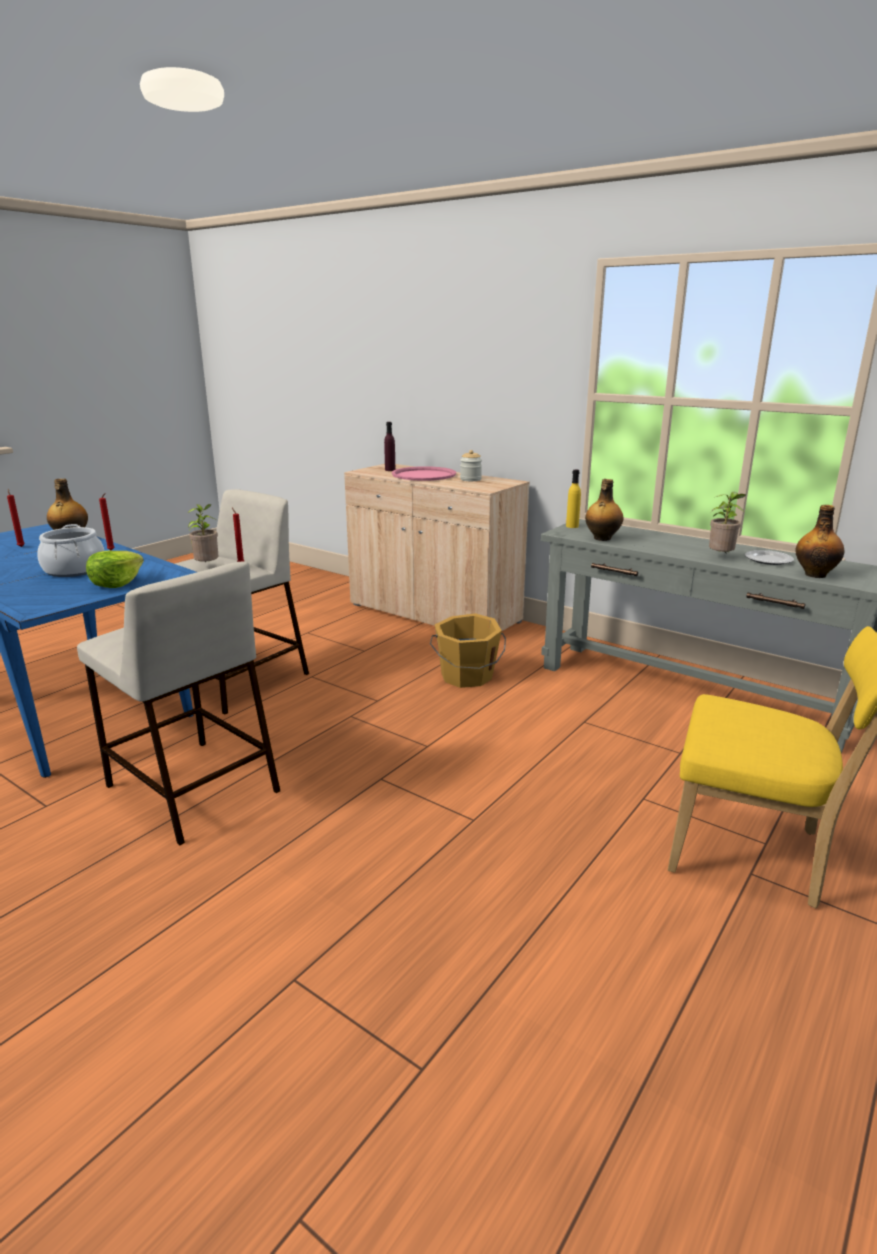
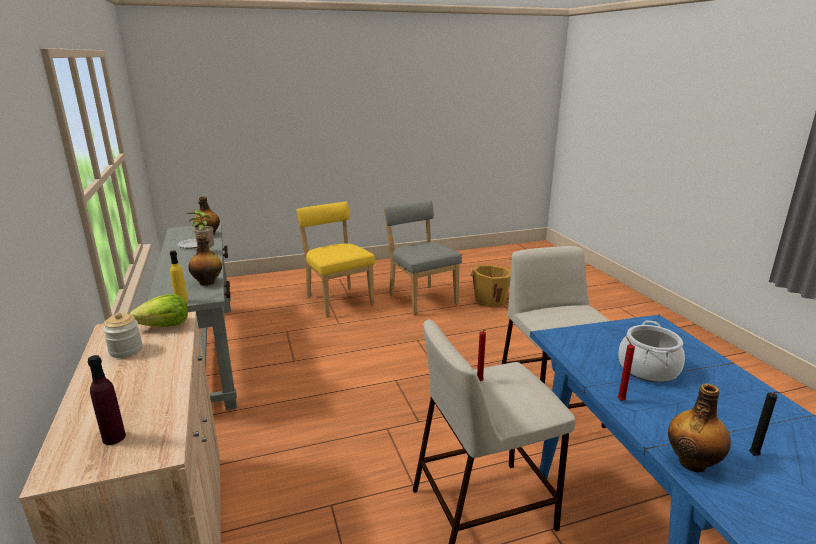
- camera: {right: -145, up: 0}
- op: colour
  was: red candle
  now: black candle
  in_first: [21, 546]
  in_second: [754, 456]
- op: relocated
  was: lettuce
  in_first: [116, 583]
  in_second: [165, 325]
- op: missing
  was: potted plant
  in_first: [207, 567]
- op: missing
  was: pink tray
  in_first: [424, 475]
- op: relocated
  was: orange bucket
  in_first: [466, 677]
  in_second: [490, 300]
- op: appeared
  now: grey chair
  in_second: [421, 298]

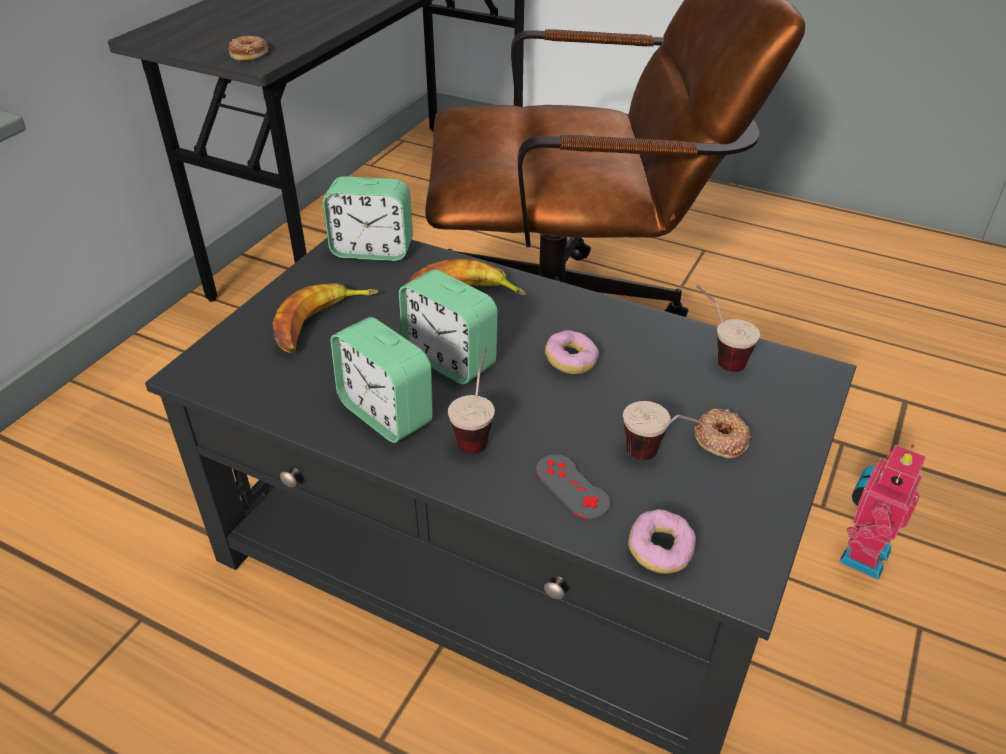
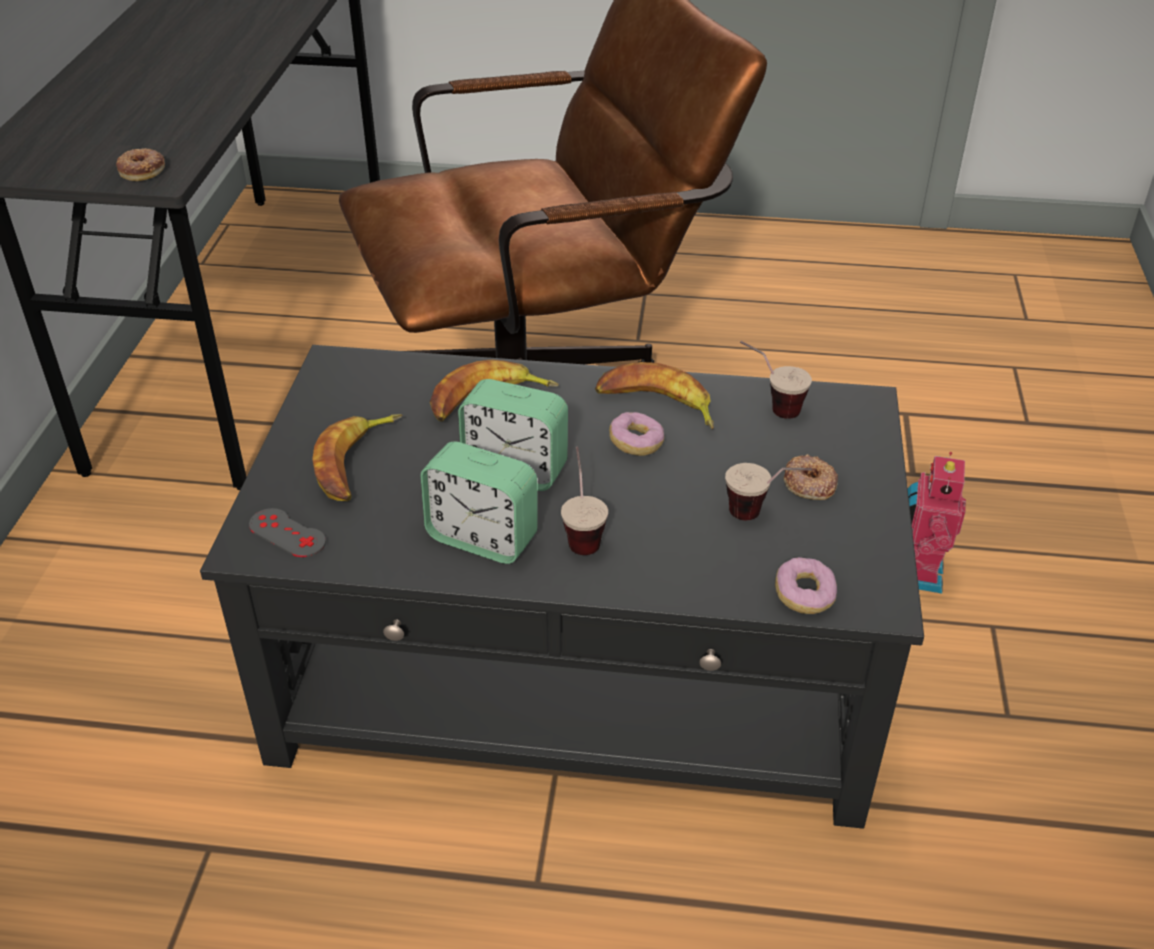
- camera: {right: -20, up: 0}
- op: missing
  was: alarm clock
  in_first: [372, 250]
- op: relocated
  was: grey game controller
  in_first: [572, 486]
  in_second: [287, 533]
- op: appeared
  now: banana
  in_second: [656, 405]

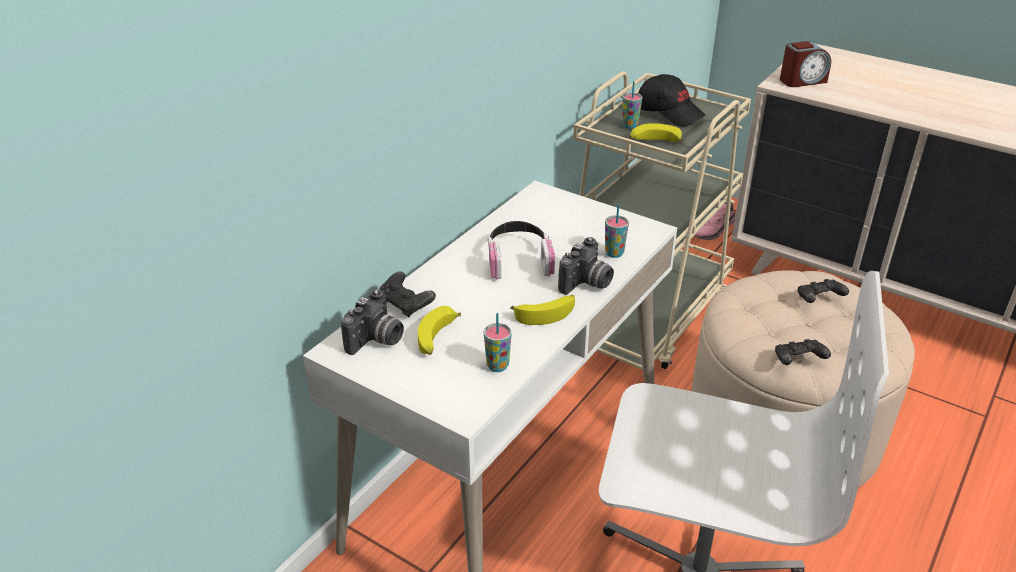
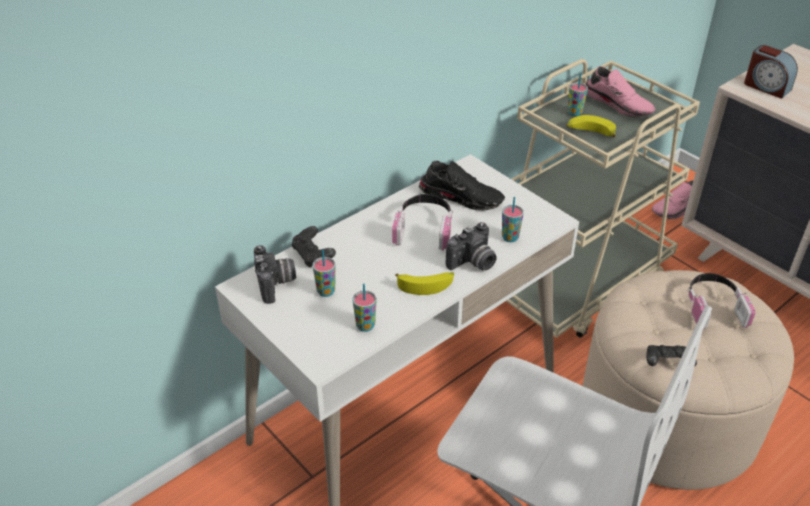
- camera: {right: 15, up: 5}
- op: spun
  was: photo camera
  in_first: [376, 341]
  in_second: [276, 284]
  clockwise: -60
- op: exchanged
  was: banana
  now: cup
  in_first: [437, 339]
  in_second: [326, 291]
- op: exchanged
  was: black cap
  now: pink shoe
  in_first: [669, 112]
  in_second: [618, 104]
- op: spun
  was: alarm clock
  in_first: [802, 81]
  in_second: [766, 87]
  clockwise: 45
- op: exchanged
  was: black game controller
  now: headphones
  in_first: [818, 300]
  in_second: [713, 307]
- op: appeared
  now: black shoe
  in_second: [461, 196]

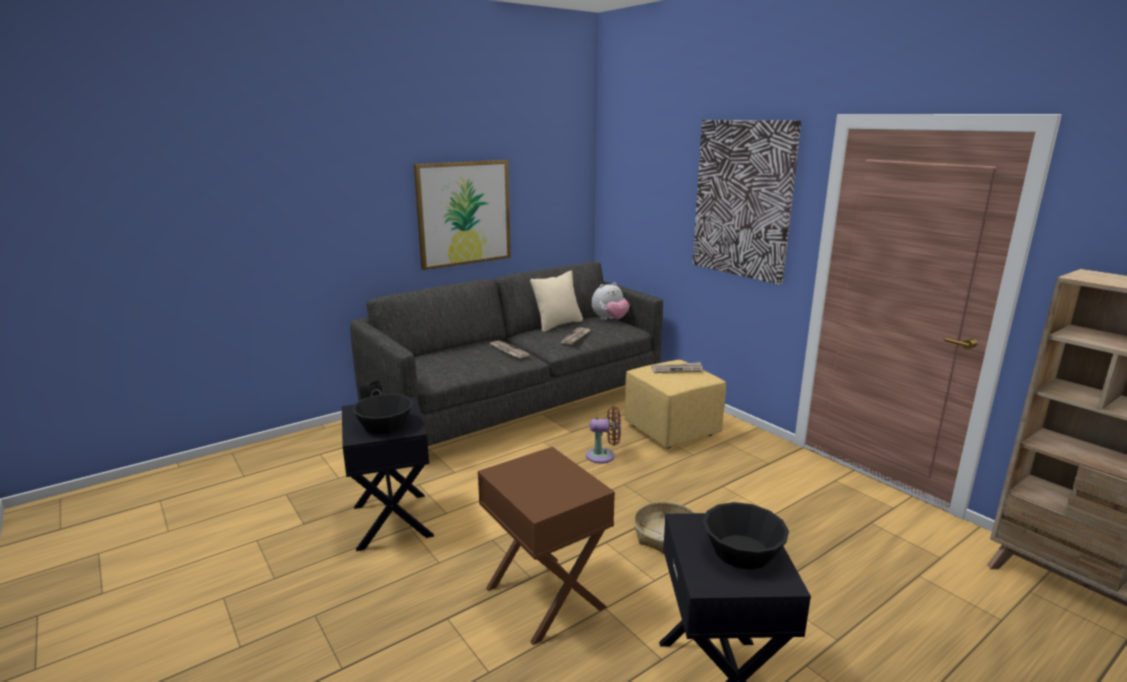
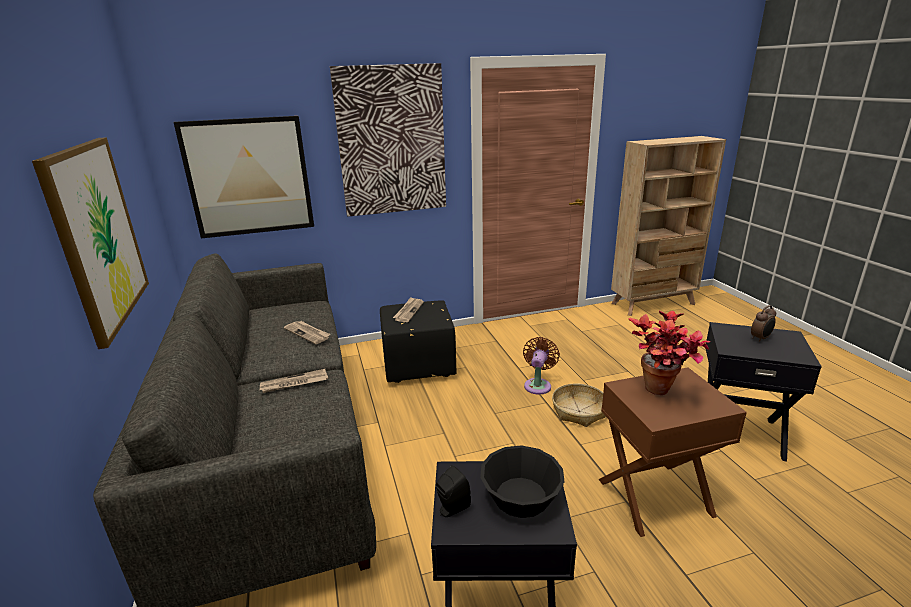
- camera: {right: -70, up: 5}
- op: missing
  was: beige pillow
  in_first: [557, 324]
- op: relocated
  was: brown fan
  in_first: [603, 456]
  in_second: [538, 385]
- op: missing
  was: plush toy
  in_first: [610, 319]
- op: colour
  was: yellow ottoman
  now: black ottoman
  in_first: [670, 430]
  in_second: [418, 366]
- op: exchanged
  was: black bowl
  now: alarm clock
  in_first: [742, 551]
  in_second: [760, 338]
- op: appeared
  now: picture
  in_second: [249, 177]
- op: appeared
  now: potted plant
  in_second: [662, 394]

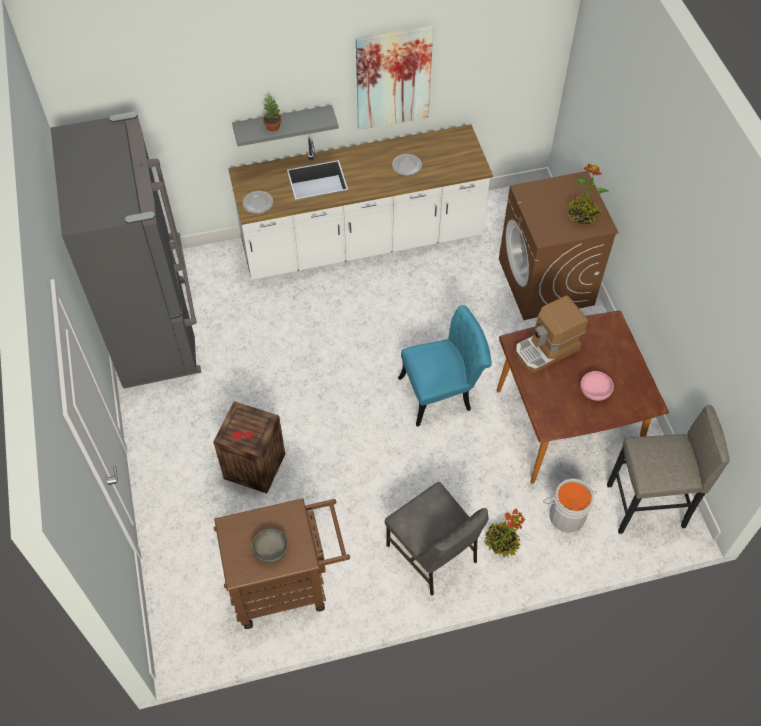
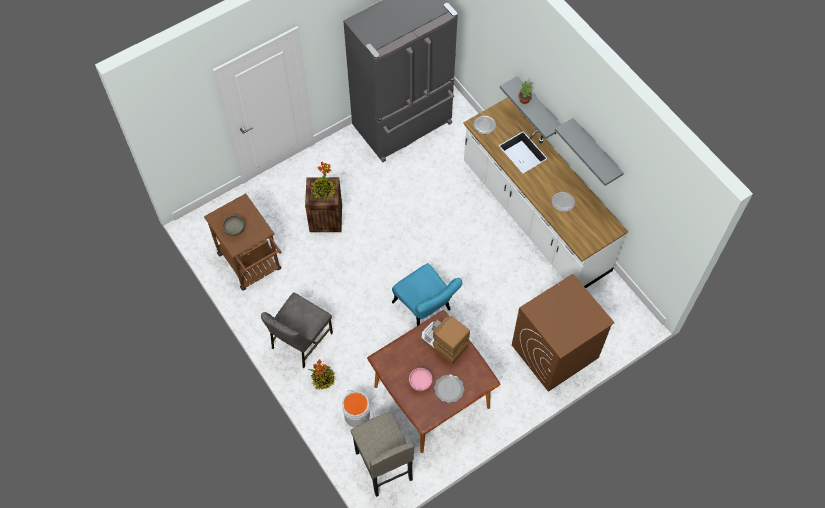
- camera: {right: 70, up: 5}
- op: exchanged
  was: picture
  now: grey shelf
  in_first: [393, 78]
  in_second: [596, 151]
- op: relocated
  was: potted plant
  in_first: [582, 214]
  in_second: [323, 191]
- op: appeared
  now: plate
  in_second: [449, 389]

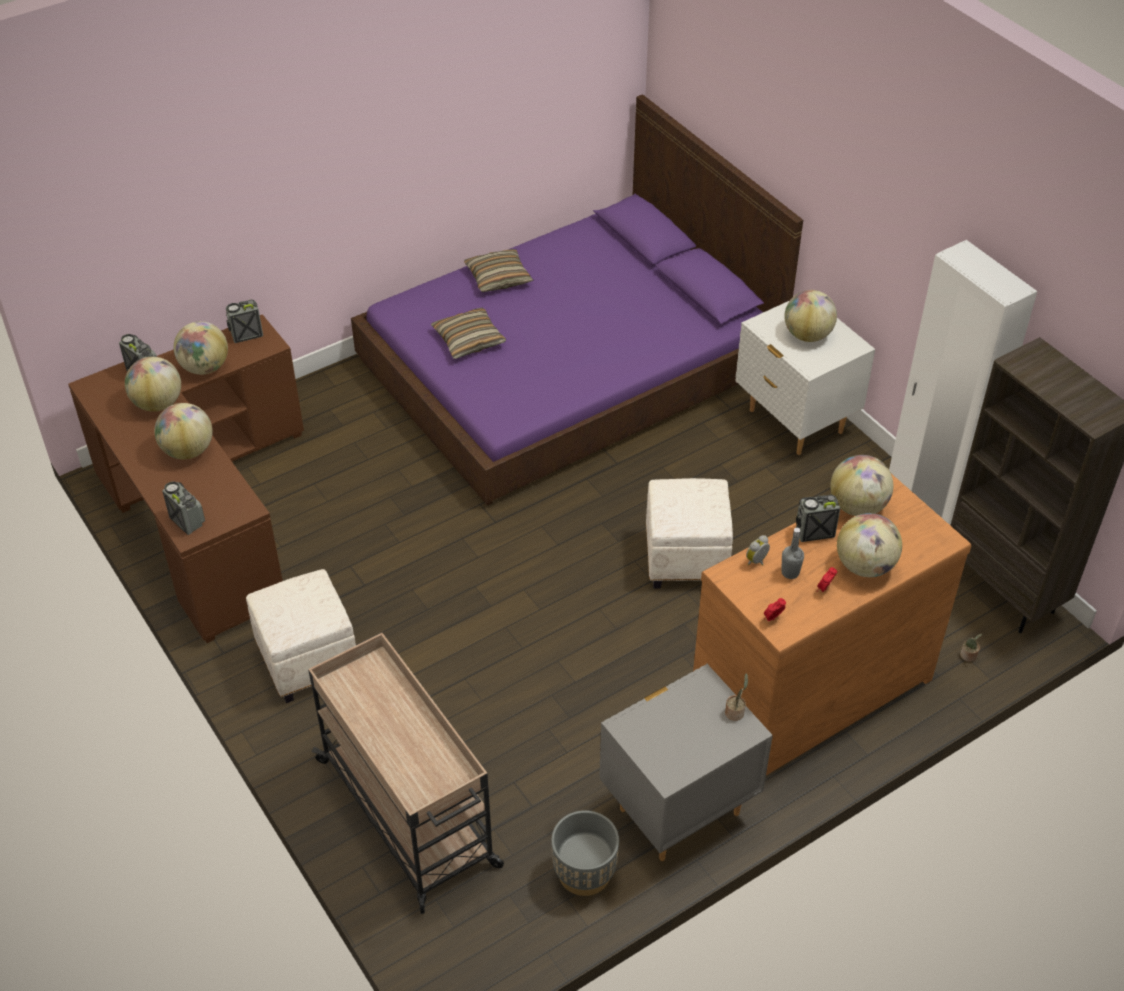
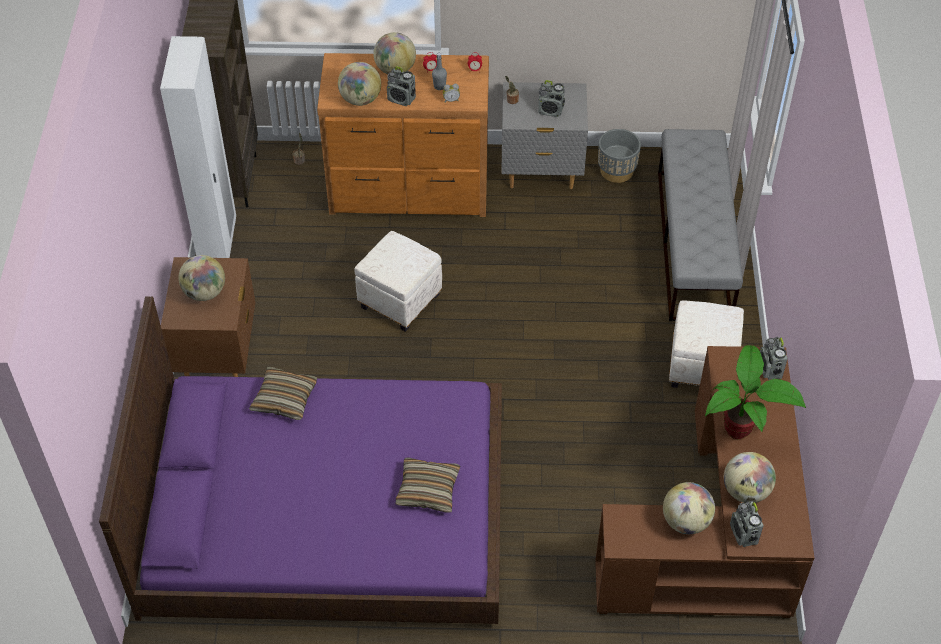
- camera: {right: -145, up: 5}
- op: exchanged
  was: globe
  now: potted plant
  in_first: [188, 451]
  in_second: [741, 430]
- op: relocated
  was: radio
  in_first: [246, 334]
  in_second: [550, 111]
- op: exchanged
  was: beige cart
  now: grey bench
  in_first: [409, 814]
  in_second: [693, 245]
- op: relocated
  was: pillow
  in_first: [498, 278]
  in_second: [284, 399]
- op: colour
  was: white nightstand
  now: brown nightstand
  in_first: [794, 422]
  in_second: [218, 357]

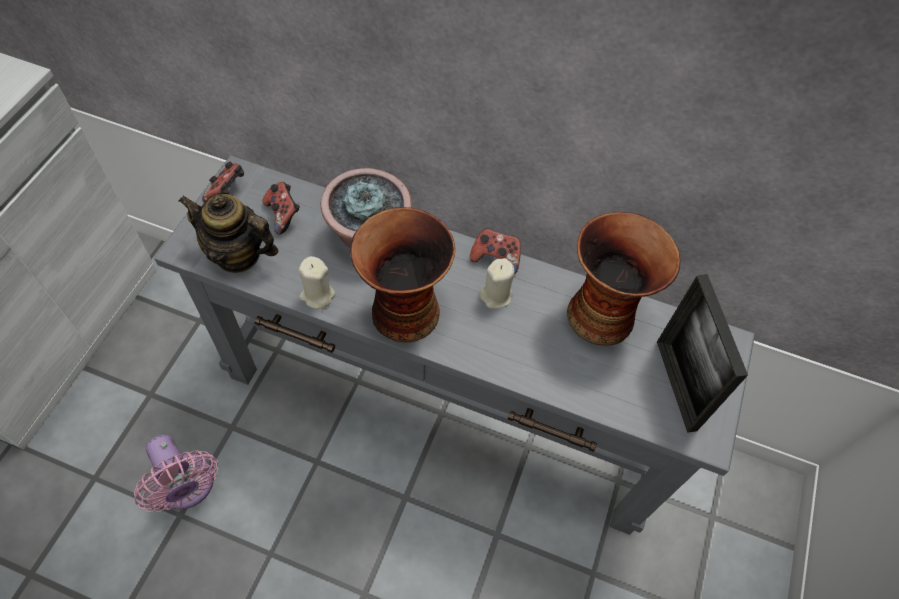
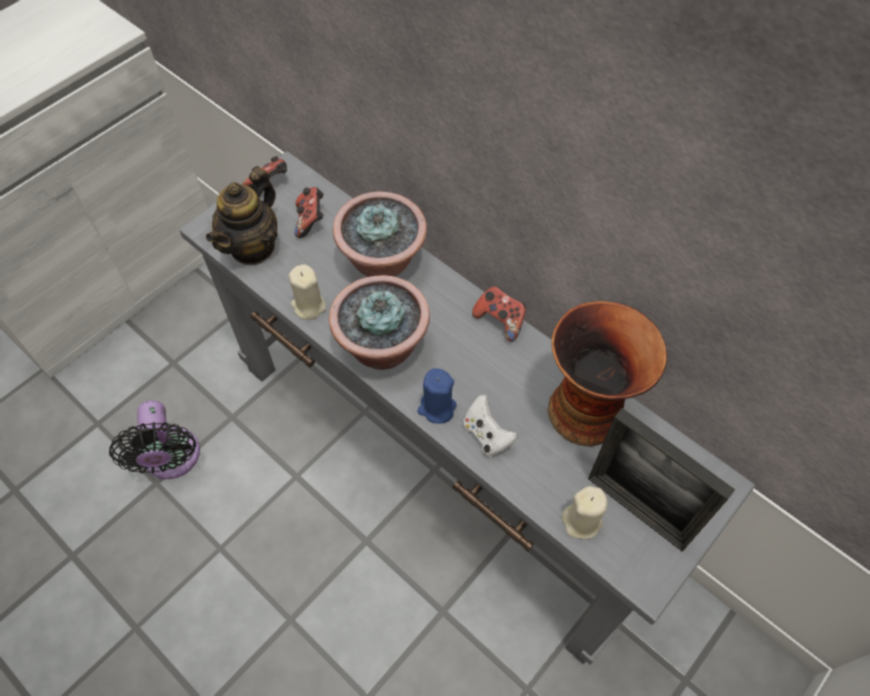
- camera: {right: 25, up: 0}
- op: colour
  was: pink fan
  now: black fan
  in_first: [188, 487]
  in_second: [172, 459]
- op: spun
  was: teapot
  in_first: [238, 255]
  in_second: [253, 247]
  clockwise: -105
- op: exchanged
  was: vase
  now: potted plant
  in_first: [402, 313]
  in_second: [382, 347]
- op: relocated
  was: beige candle
  in_first: [496, 295]
  in_second: [582, 521]
- op: spun
  was: picture frame
  in_first: [676, 385]
  in_second: [637, 510]
  clockwise: -60
- op: appeared
  now: blue candle
  in_second: [437, 408]
- op: appeared
  now: white game controller
  in_second: [487, 435]

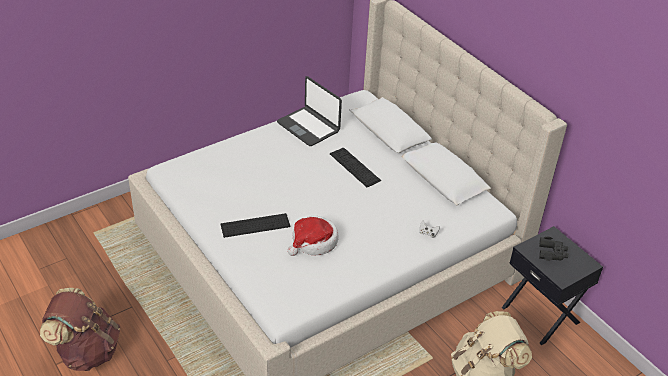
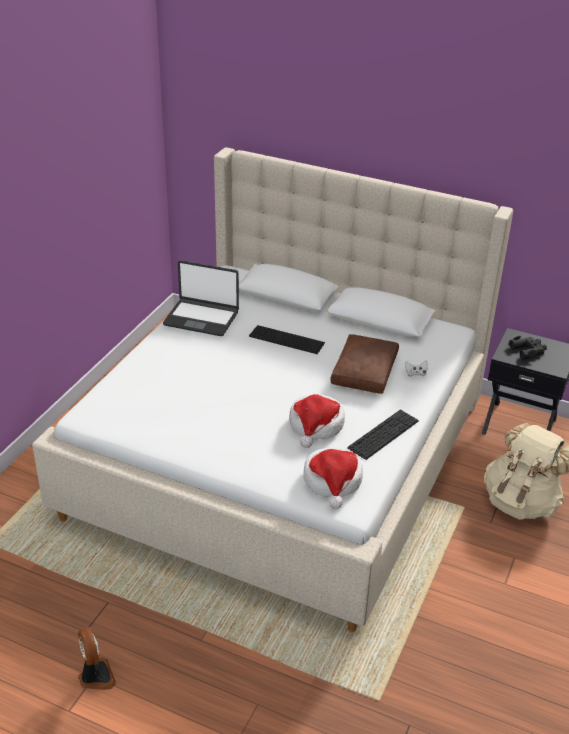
- camera: {right: -30, up: -5}
- op: exchanged
  was: brown backpack
  now: fan
  in_first: [87, 351]
  in_second: [95, 677]
- op: relocated
  was: keyboard
  in_first: [255, 225]
  in_second: [383, 434]
- op: appeared
  now: hat
  in_second: [333, 481]
- op: appeared
  now: brown pillow
  in_second: [365, 372]

